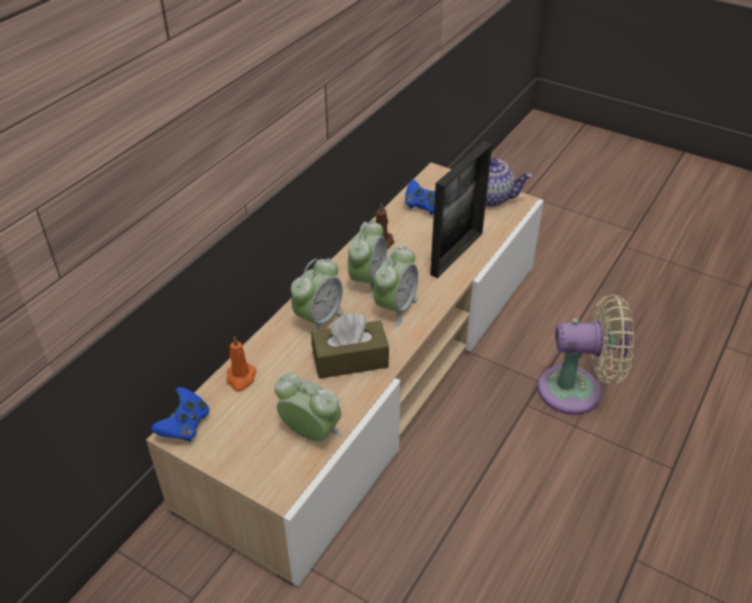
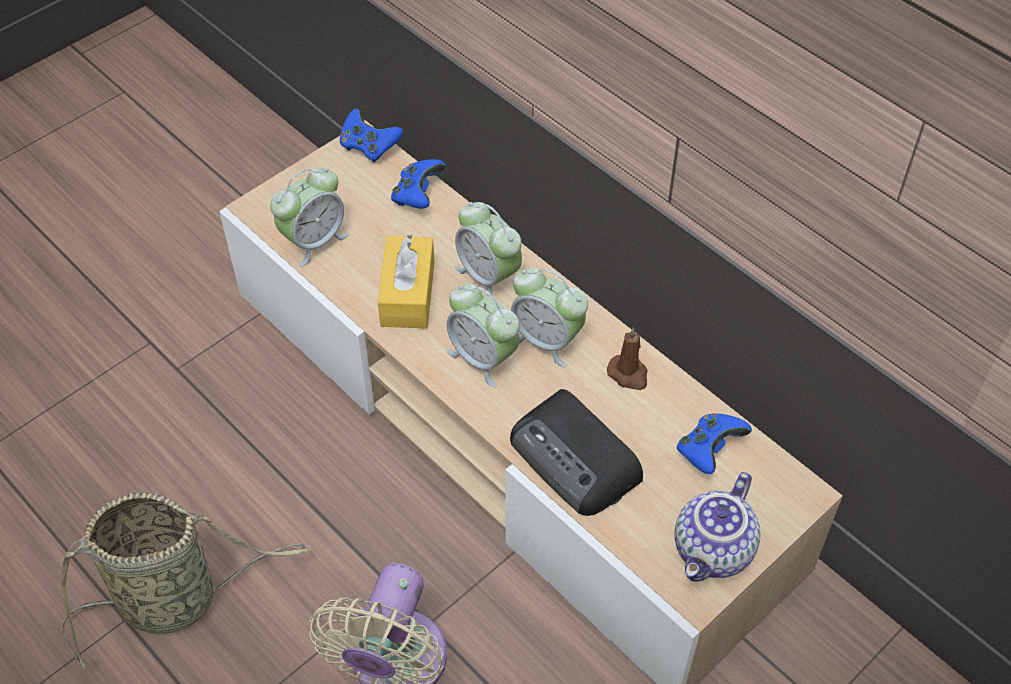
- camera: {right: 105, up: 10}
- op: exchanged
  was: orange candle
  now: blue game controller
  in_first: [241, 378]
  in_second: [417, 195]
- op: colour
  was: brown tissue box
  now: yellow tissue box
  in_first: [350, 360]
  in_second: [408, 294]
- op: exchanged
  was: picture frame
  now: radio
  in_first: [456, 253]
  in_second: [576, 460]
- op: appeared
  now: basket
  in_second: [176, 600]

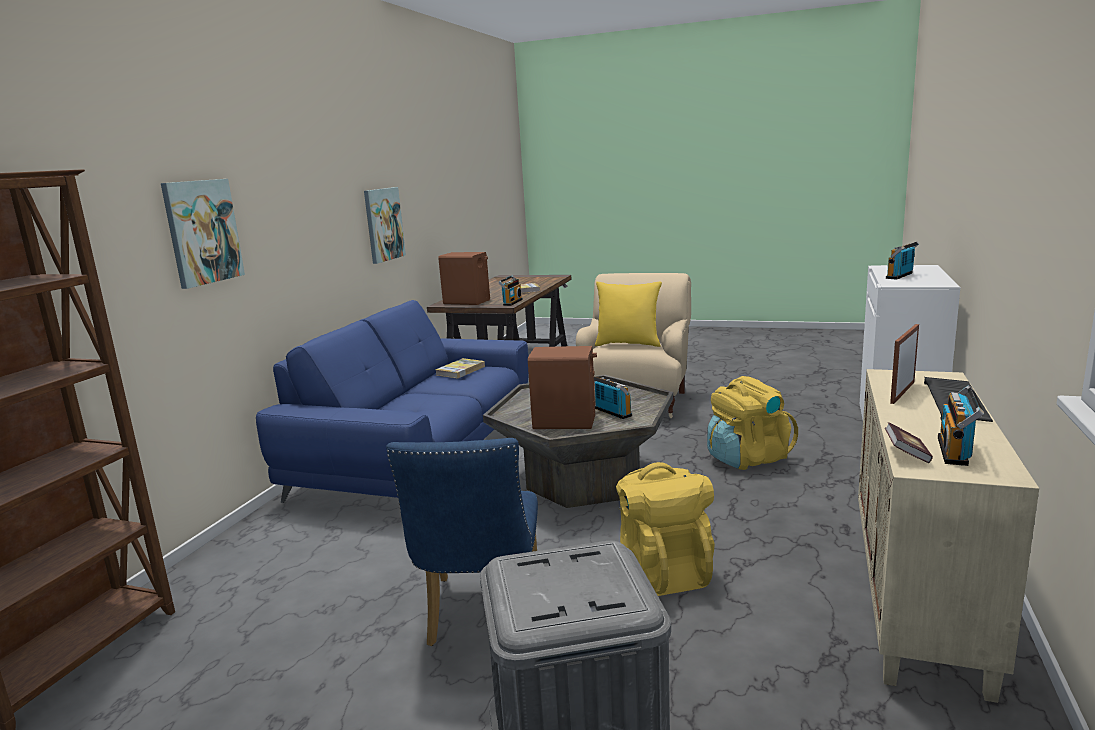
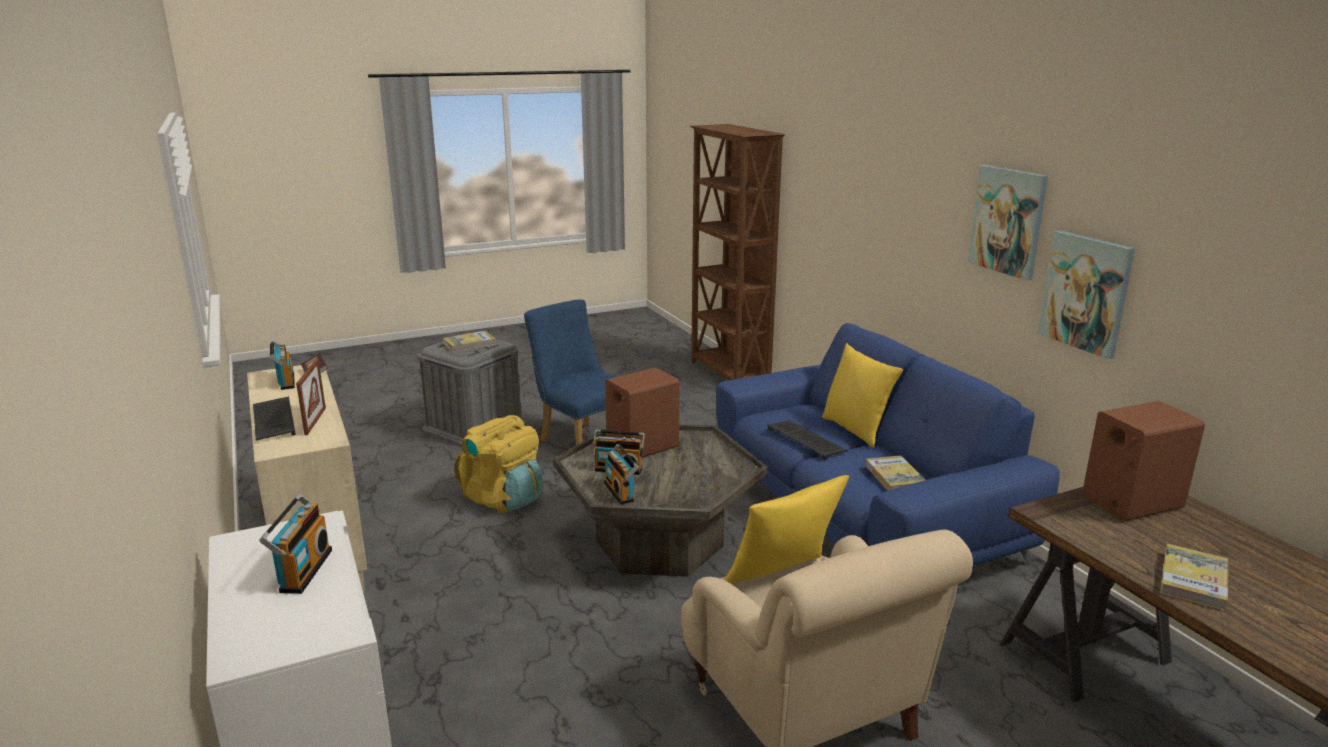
- camera: {right: 135, up: 5}
- op: relocated
  was: picture
  in_first: [202, 232]
  in_second: [1008, 221]
- op: relocated
  was: radio
  in_first: [511, 302]
  in_second: [621, 491]
- op: missing
  was: yellow backpack
  in_first: [747, 458]
- op: appeared
  now: book
  in_second: [469, 344]
- op: appeared
  now: keyboard
  in_second: [807, 441]
- op: appeared
  now: yellow pillow
  in_second: [856, 430]

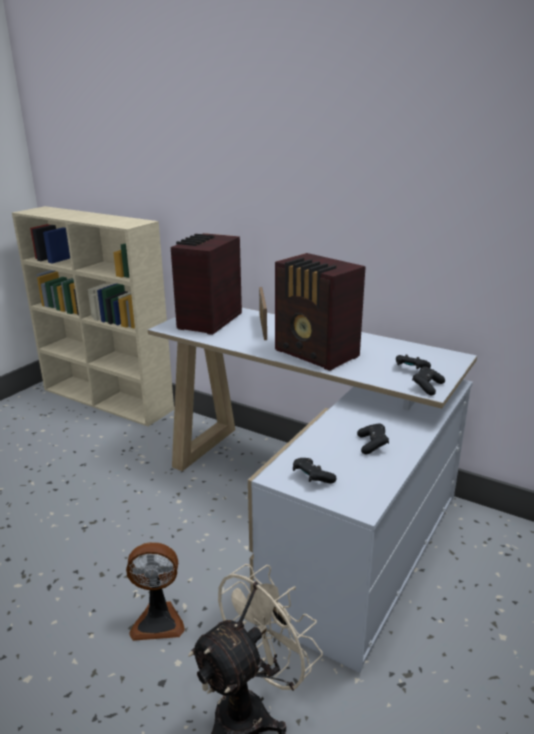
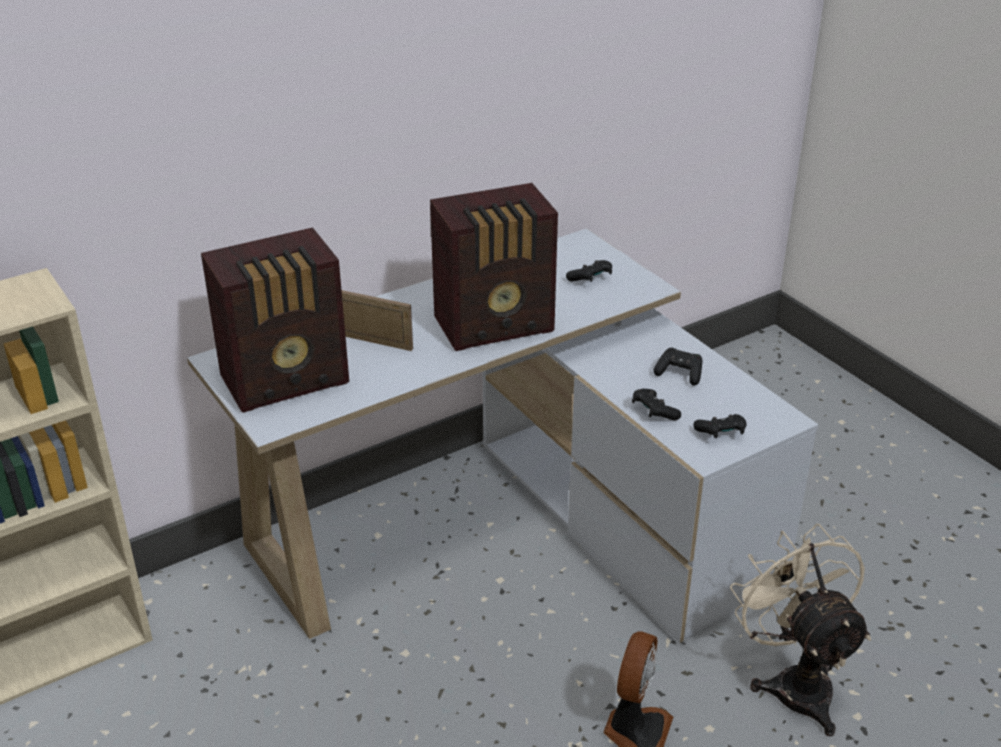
- camera: {right: -65, up: 10}
- op: spun
  was: radio
  in_first: [208, 321]
  in_second: [288, 380]
  clockwise: -75
- op: relocated
  was: black game controller
  in_first: [427, 387]
  in_second: [653, 412]

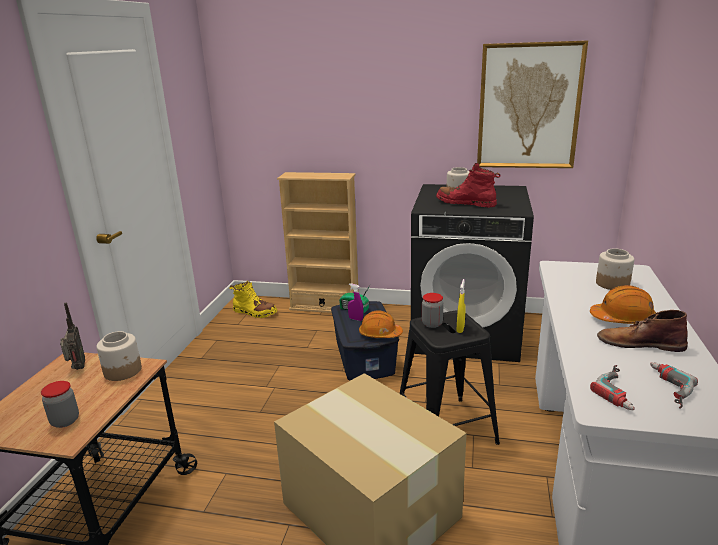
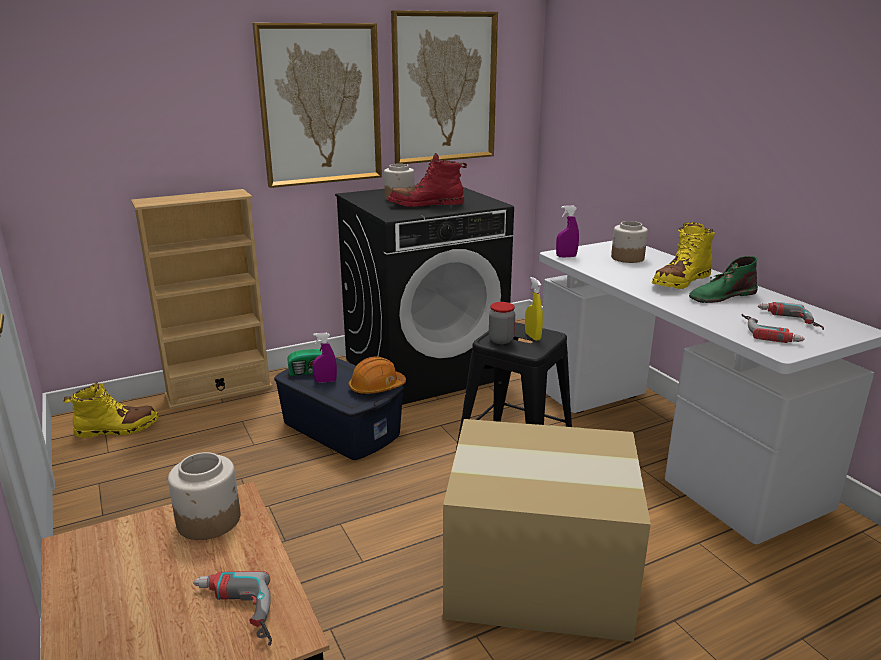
- camera: {right: -40, up: 0}
- op: exchanged
  was: jar
  now: power drill
  in_first: [65, 421]
  in_second: [232, 616]
- op: missing
  was: radio
  in_first: [77, 368]
- op: exchanged
  was: orange hard hat
  now: yellow boot
  in_first: [622, 319]
  in_second: [681, 282]
- op: colour
  was: brown boot
  now: green boot
  in_first: [639, 343]
  in_second: [721, 296]
- op: appeared
  now: picture
  in_second: [320, 105]
- op: appeared
  now: purple spray bottle
  in_second: [566, 256]

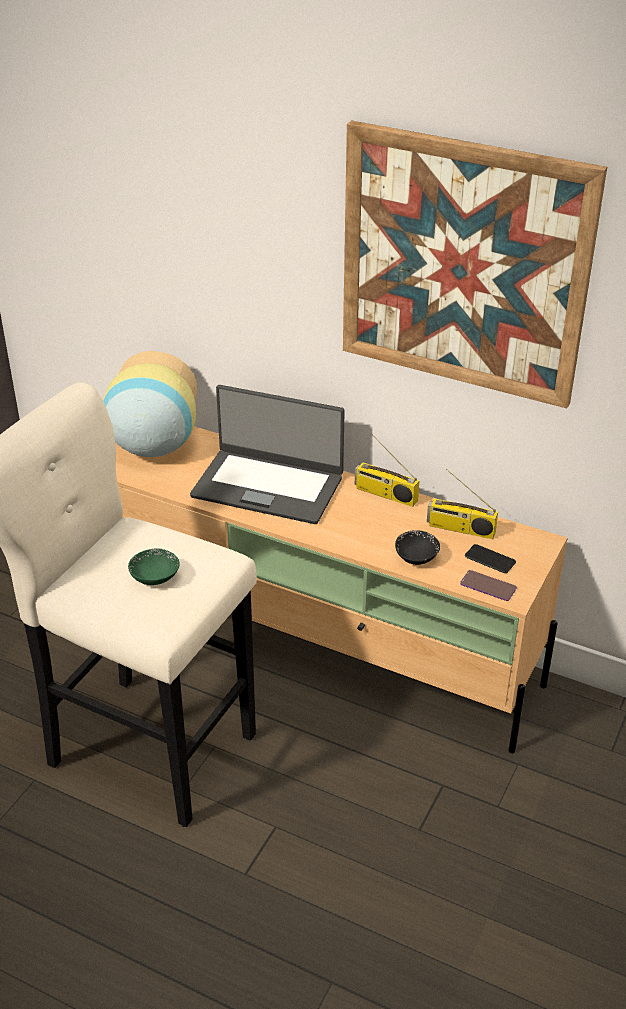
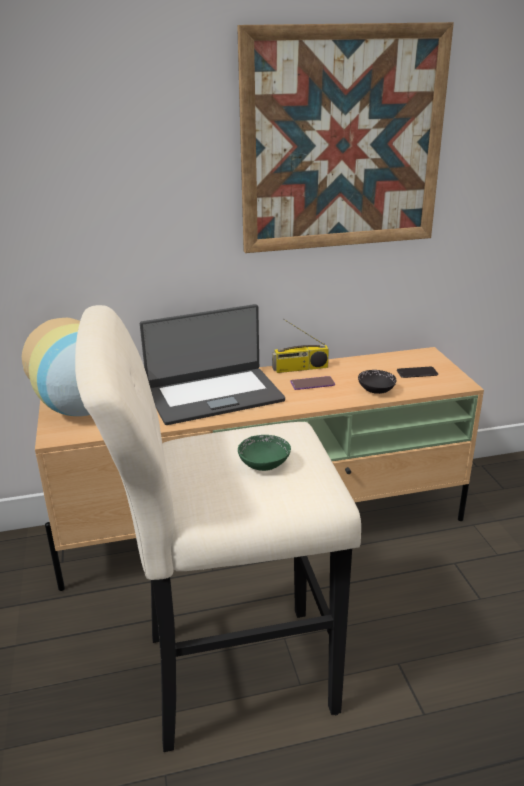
- camera: {right: -40, up: -10}
- op: missing
  was: radio
  in_first: [460, 529]
- op: relocated
  was: phone
  in_first: [488, 586]
  in_second: [312, 384]

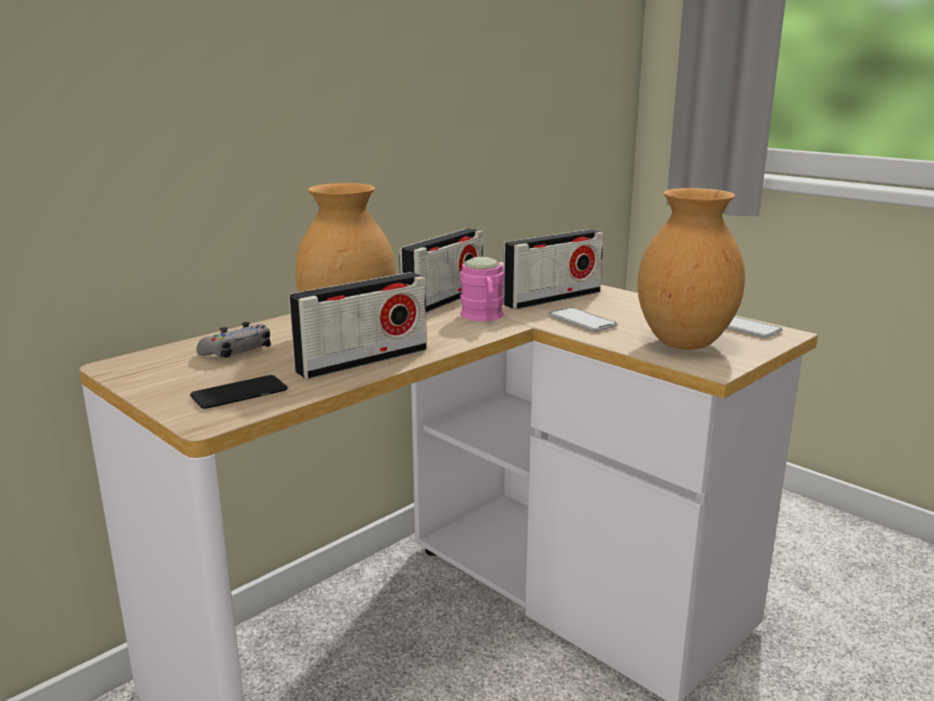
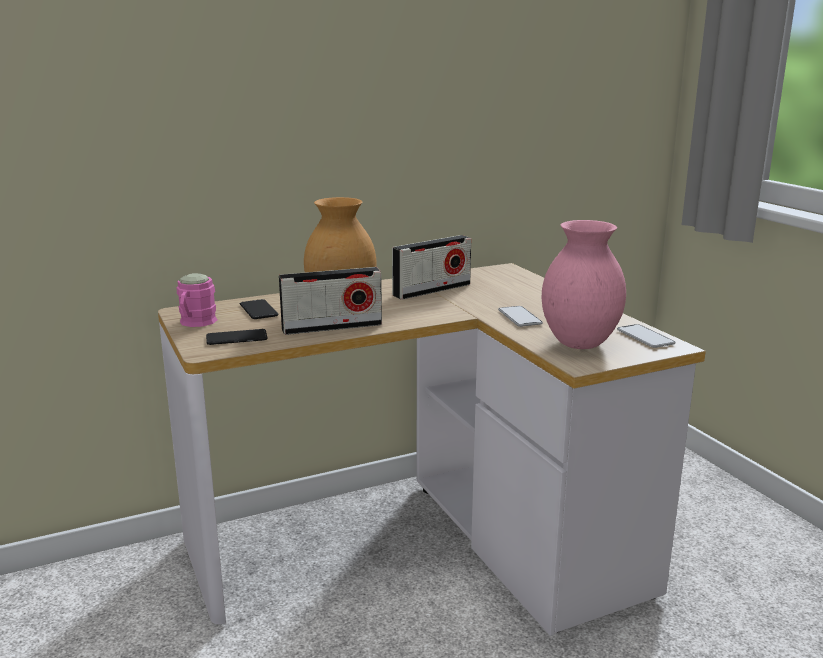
- camera: {right: 20, up: 0}
- op: exchanged
  was: grey game controller
  now: phone
  in_first: [237, 351]
  in_second: [258, 310]
- op: relocated
  was: pink mug
  in_first: [483, 317]
  in_second: [195, 323]
- op: missing
  was: radio
  in_first: [552, 298]
- op: colour
  was: brown vase
  now: pink vase
  in_first: [682, 343]
  in_second: [578, 343]

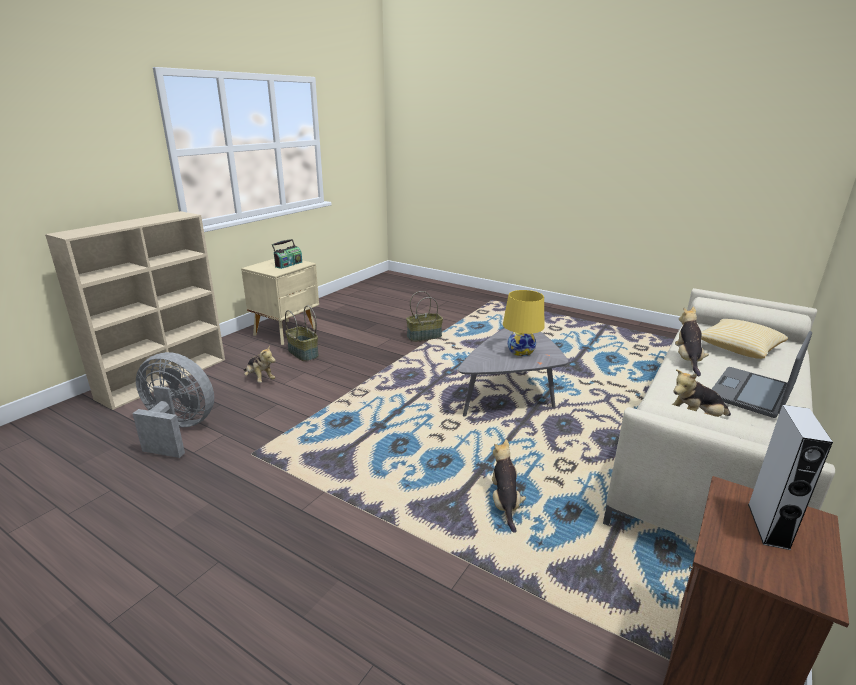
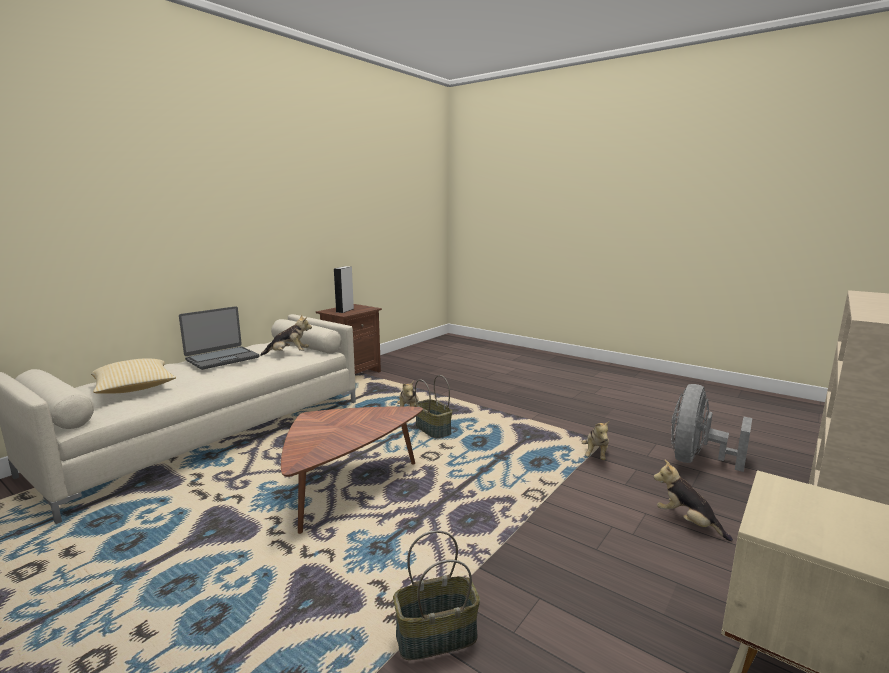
- camera: {right: -175, up: -10}
- op: spun
  was: grey fan
  in_first: [178, 430]
  in_second: [697, 460]
  clockwise: 105
- op: missing
  was: radio
  in_first: [288, 264]
- op: relocated
  was: basket
  in_first: [302, 353]
  in_second: [433, 430]
- op: colour
  was: grey coffee table
  now: brown coffee table
  in_first: [511, 394]
  in_second: [346, 486]
- op: missing
  was: yellow table lamp
  in_first: [520, 351]
- op: relocated
  was: plush toy
  in_first: [687, 360]
  in_second: [596, 455]

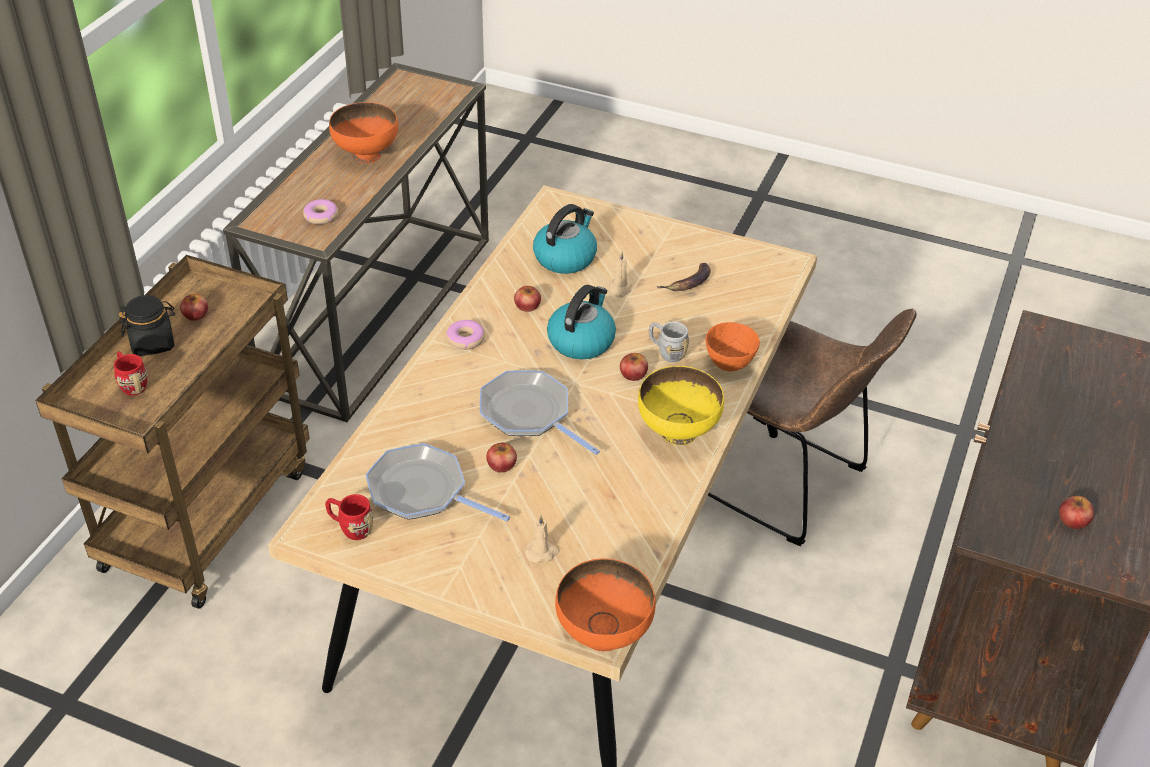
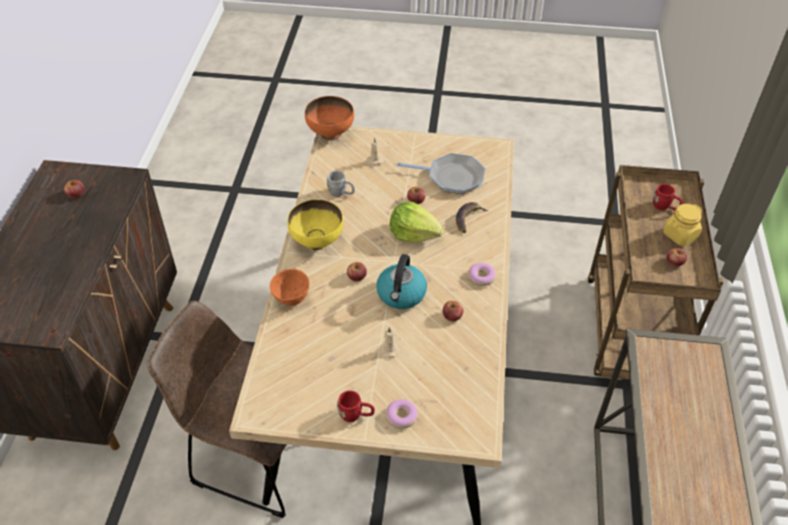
- camera: {right: 165, up: 5}
- op: colour
  was: black jar
  now: yellow jar
  in_first: [153, 343]
  in_second: [680, 235]
- op: relocated
  was: donut
  in_first: [321, 216]
  in_second: [401, 416]
- op: relocated
  was: red mug
  in_first: [350, 527]
  in_second: [356, 415]
- op: missing
  was: orange bowl
  in_first: [367, 155]
- op: exchanged
  was: frying pan
  now: lettuce
  in_first: [529, 414]
  in_second: [414, 233]
- op: missing
  was: kettle
  in_first: [565, 257]
- op: relocated
  was: grey mug
  in_first: [666, 351]
  in_second: [341, 193]
- op: relocated
  was: banana
  in_first: [688, 283]
  in_second: [468, 219]

